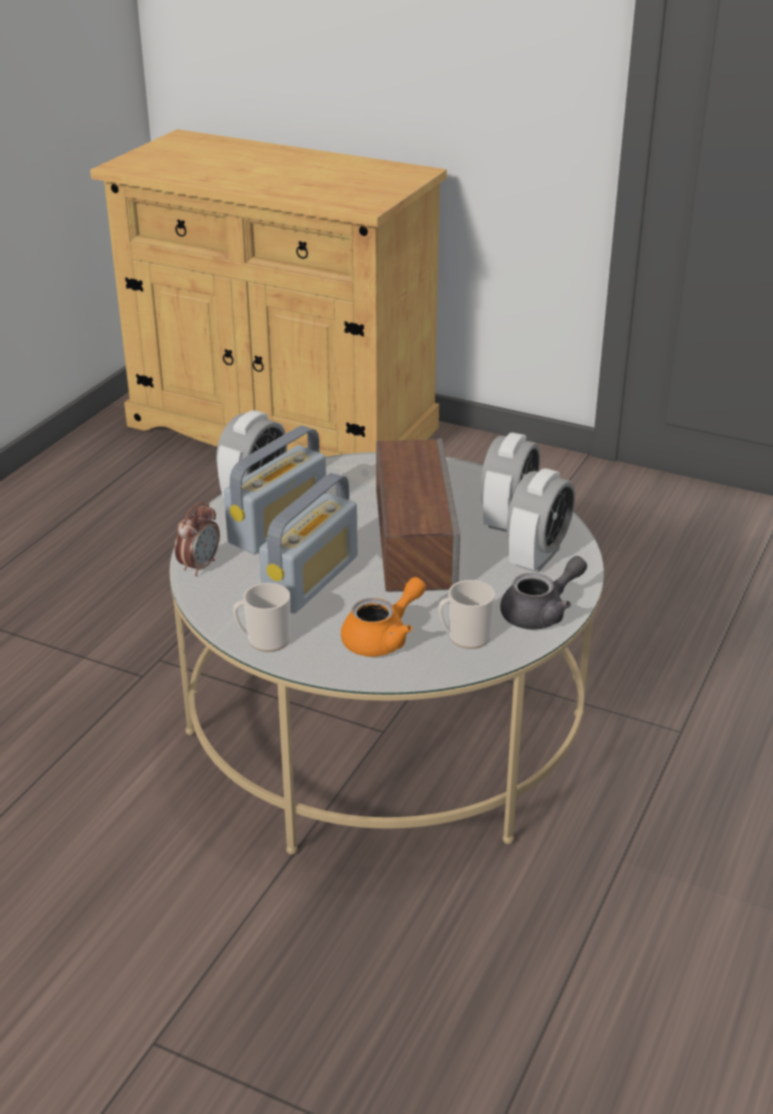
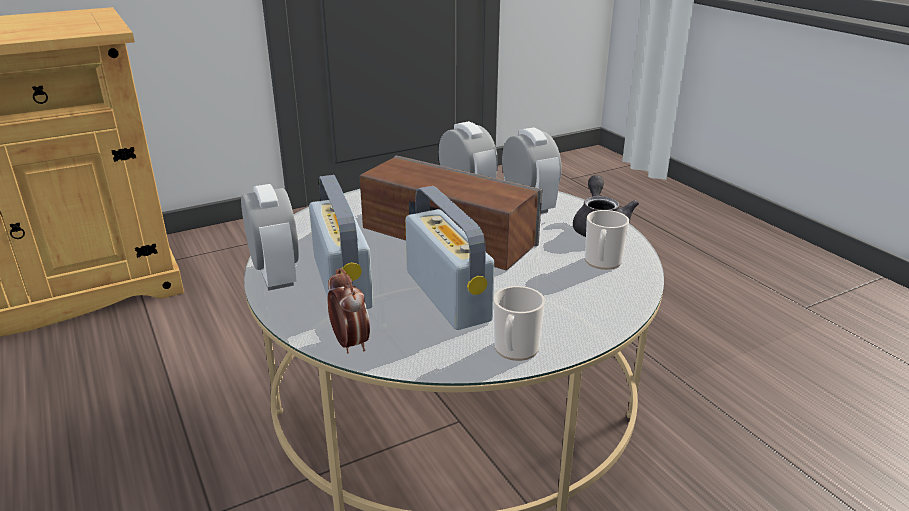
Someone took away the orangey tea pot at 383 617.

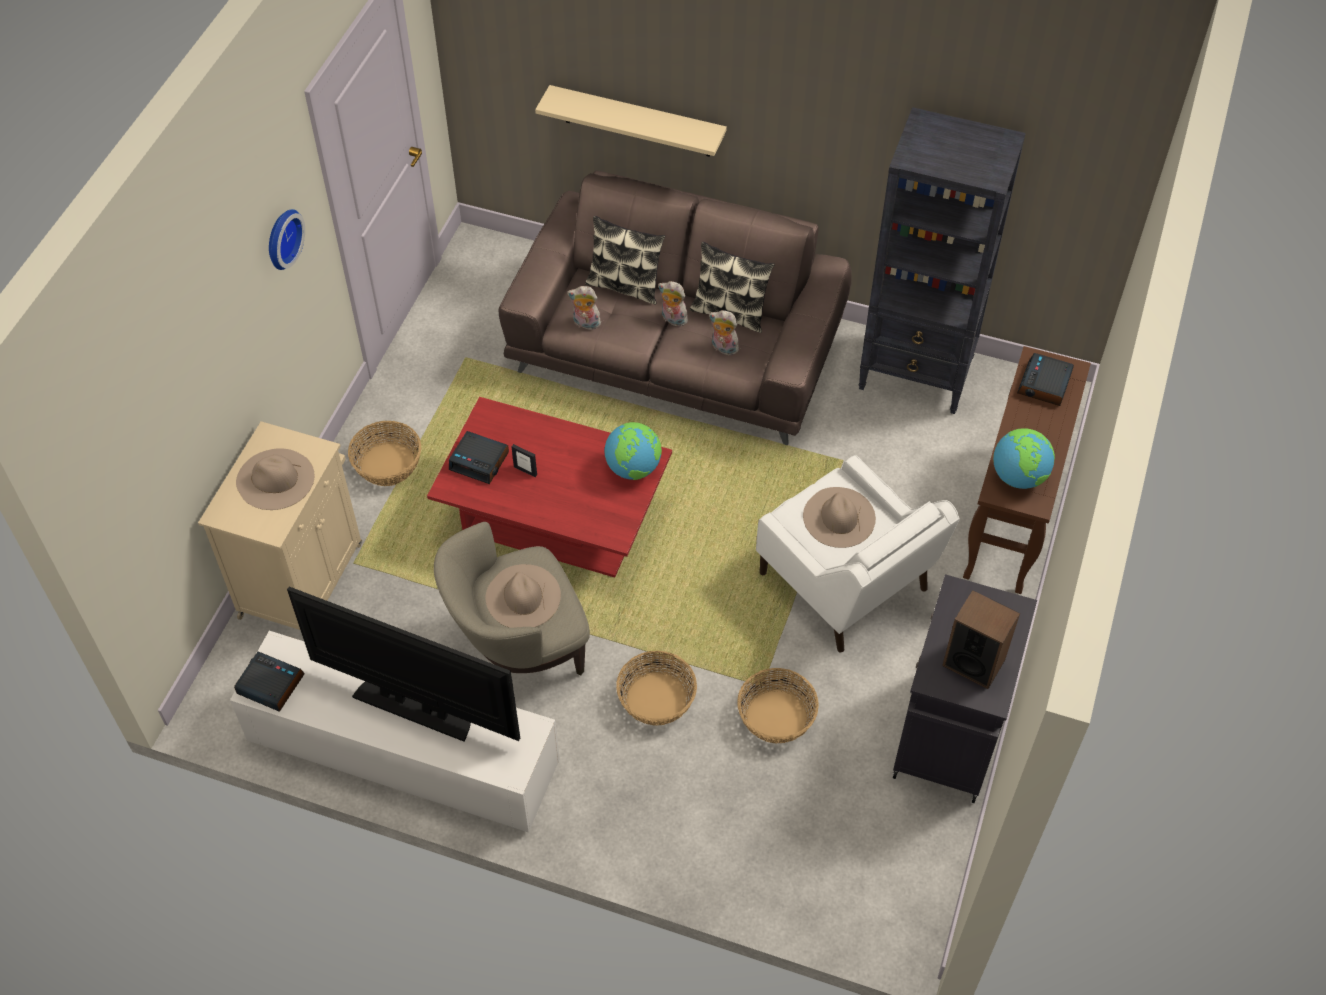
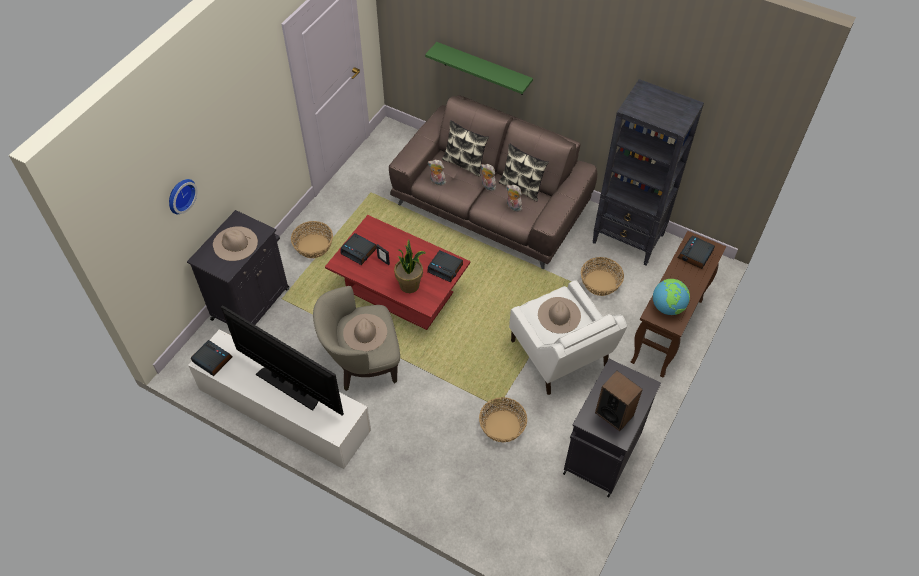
Someone put down the houseplant at 410 266.
Someone carried the wall clock from 287 239 to 183 196.
Someone carried the basket from 656 688 to 602 276.
Someone swapped the world globe at 633 451 for the alarm clock at 445 266.
Someone repainted the beige cabinet at 280 525, which became the black-coloured cabinet at 238 267.
Someone repainted the beige wall shelf at 631 121, which became the green-coloured wall shelf at 479 68.

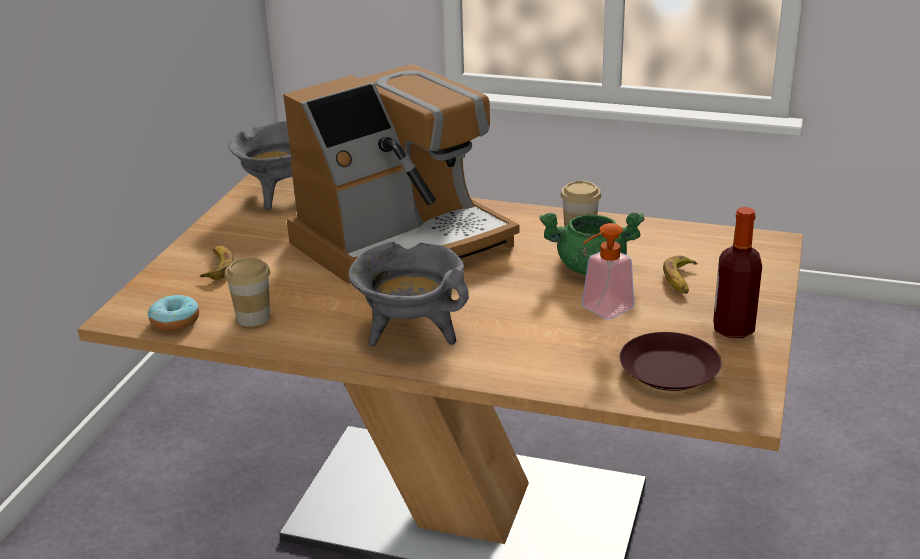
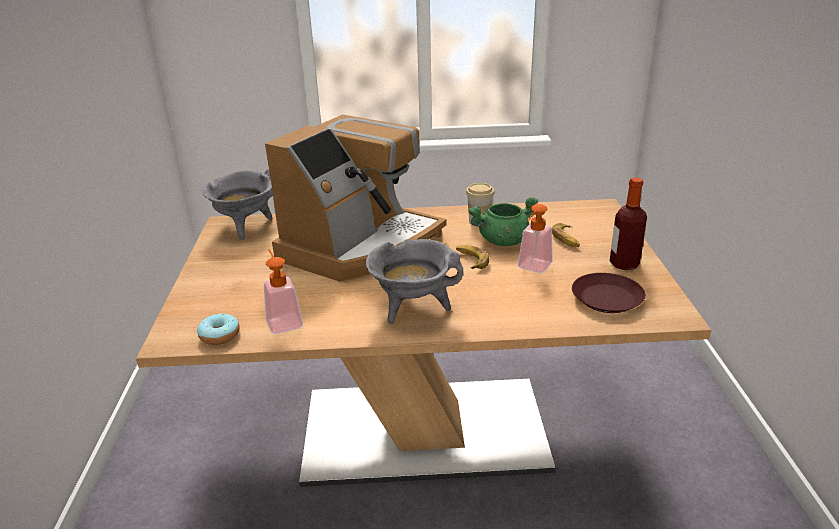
Someone carried the banana fruit from 217 263 to 472 257.
Someone swapped the small cup at 247 292 for the soap dispenser at 283 291.

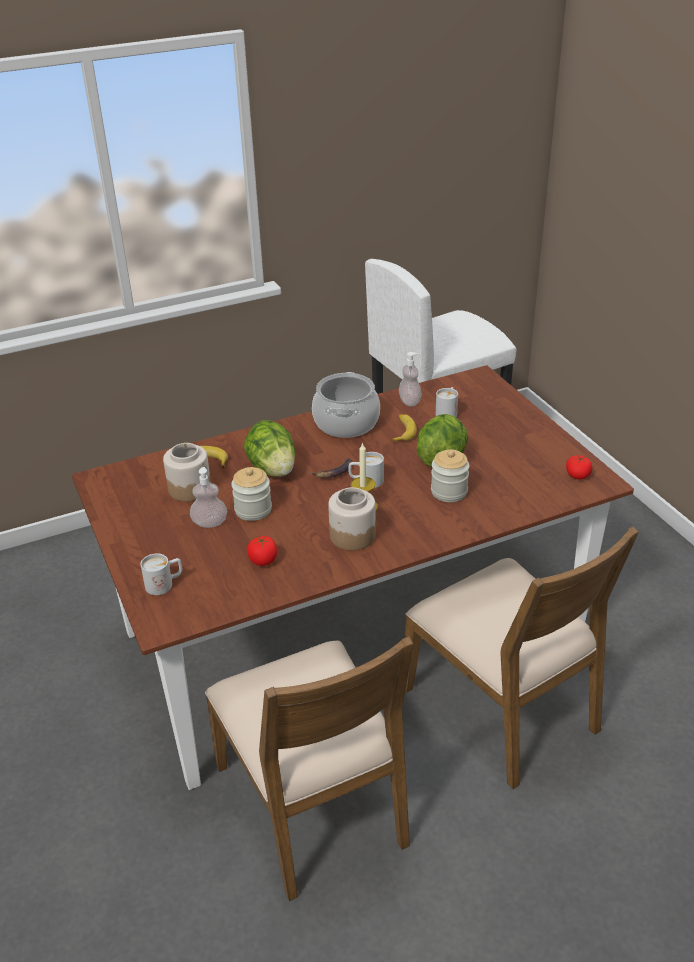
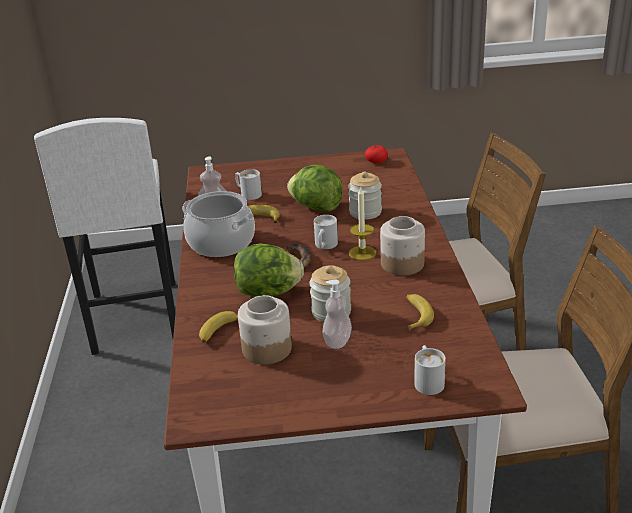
Someone swapped the fresh tomato at 262 551 for the banana fruit at 420 312.

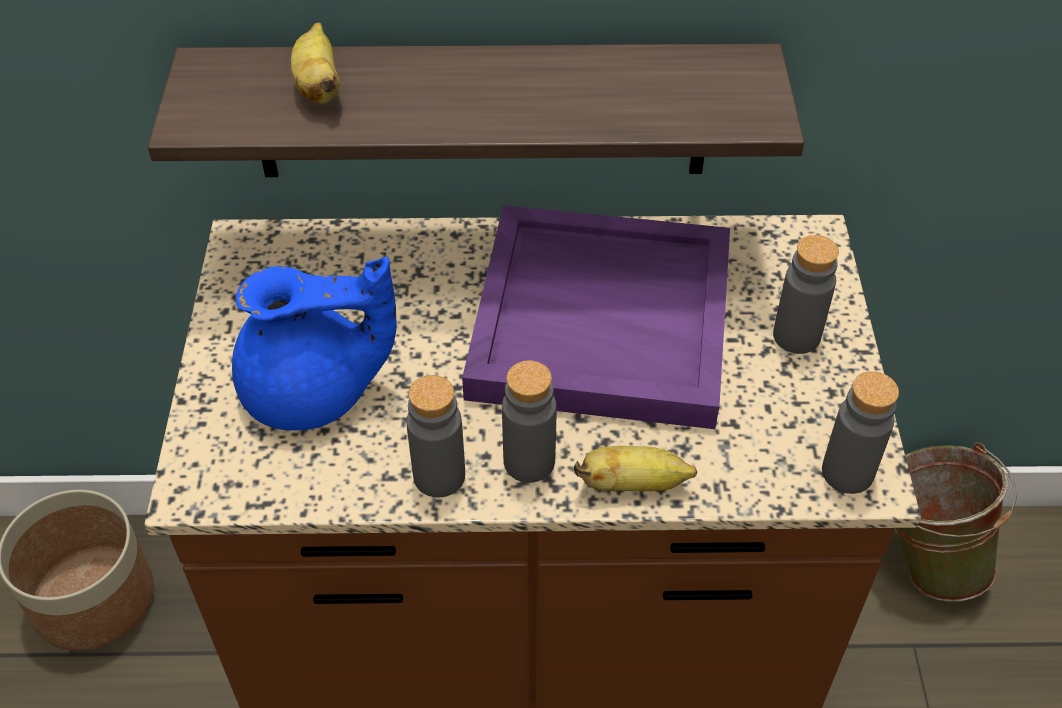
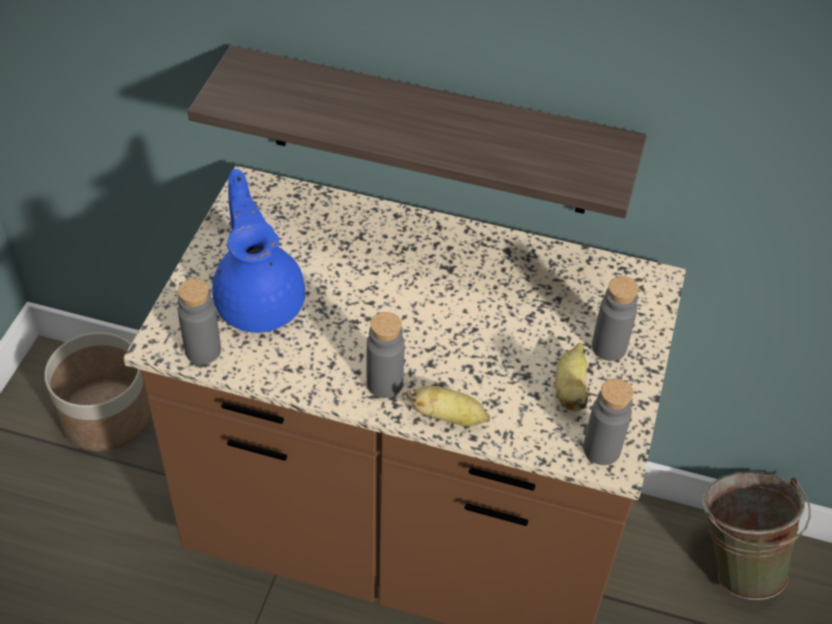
Someone took away the purple-coloured carrying tray at 596 317.
Someone carried the banana fruit from 315 63 to 571 377.
Someone carried the grey bottle from 436 436 to 199 321.
Someone rotated the blue tea pot at 314 343 by 120 degrees counterclockwise.

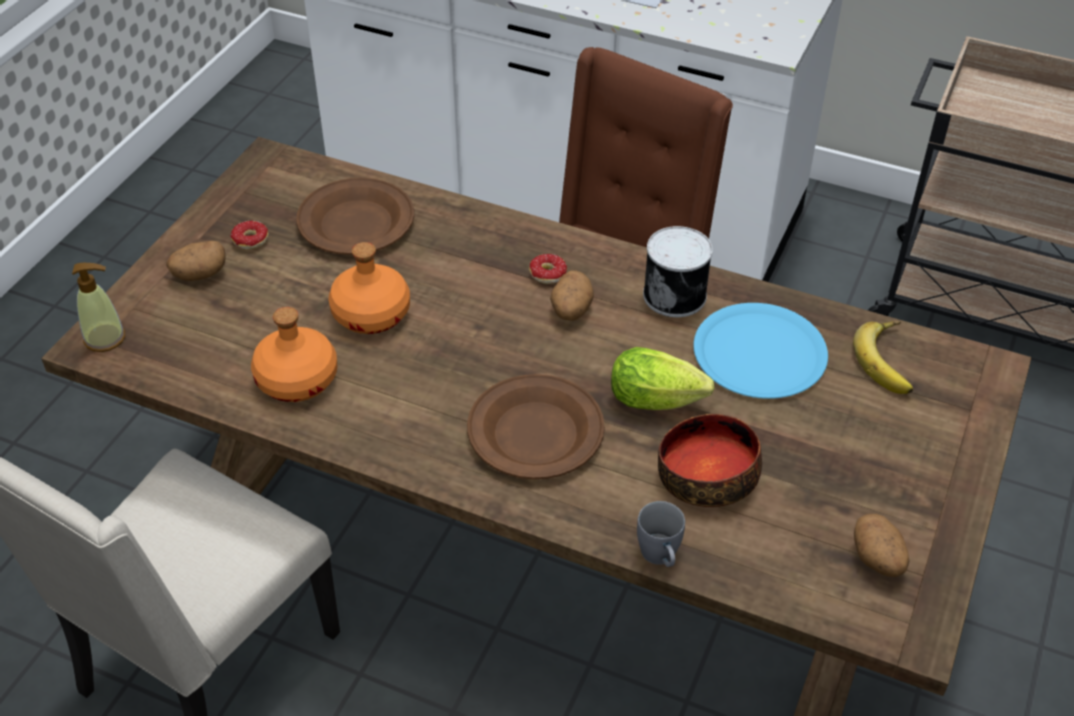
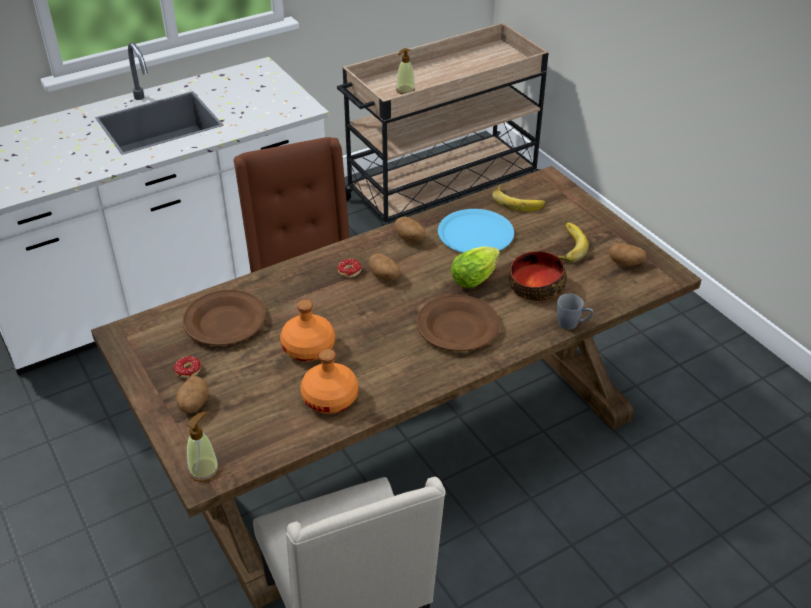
Someone put down the soap dispenser at 405 71.
Someone put down the banana fruit at 573 242.
Someone swapped the metal can at 678 271 for the whole potato at 410 229.

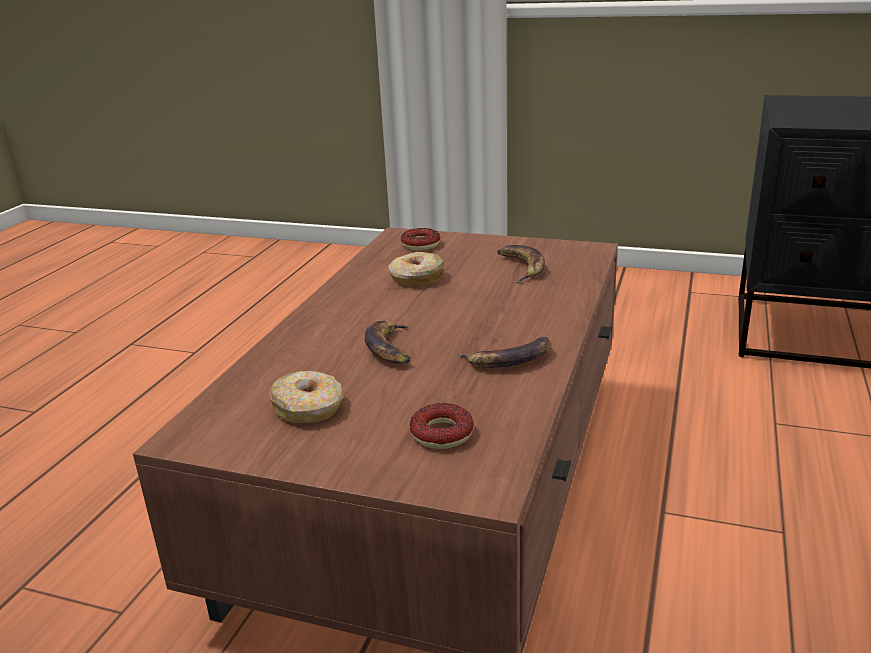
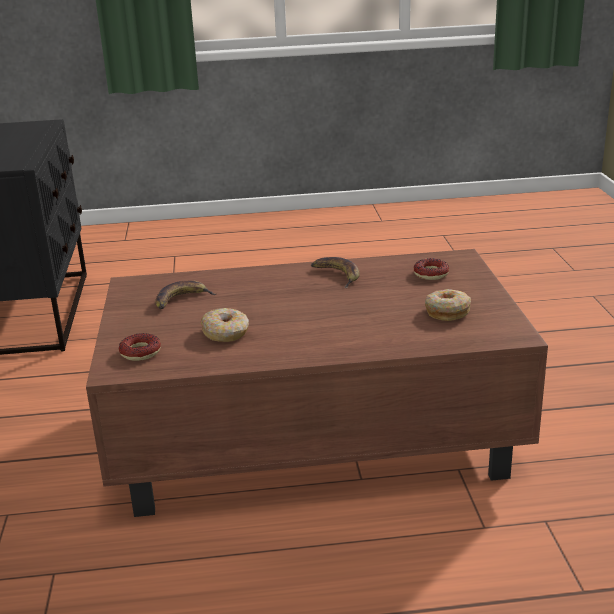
Someone took away the banana fruit at 388 342.

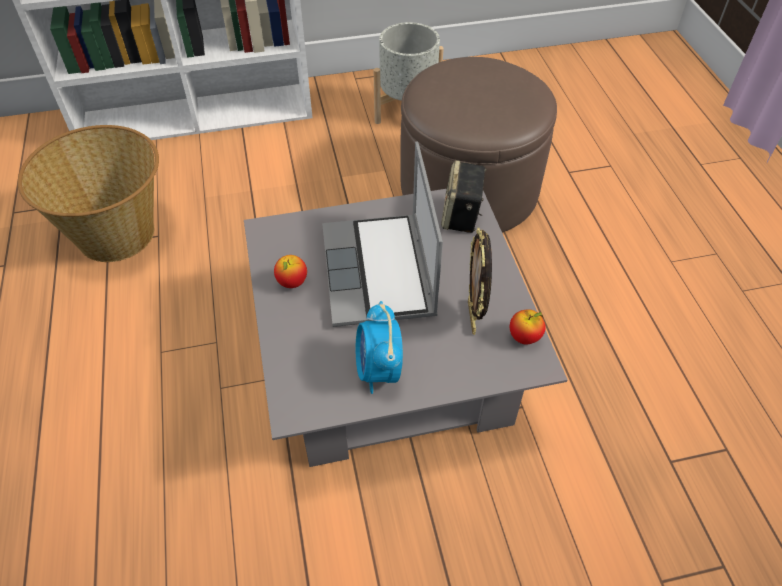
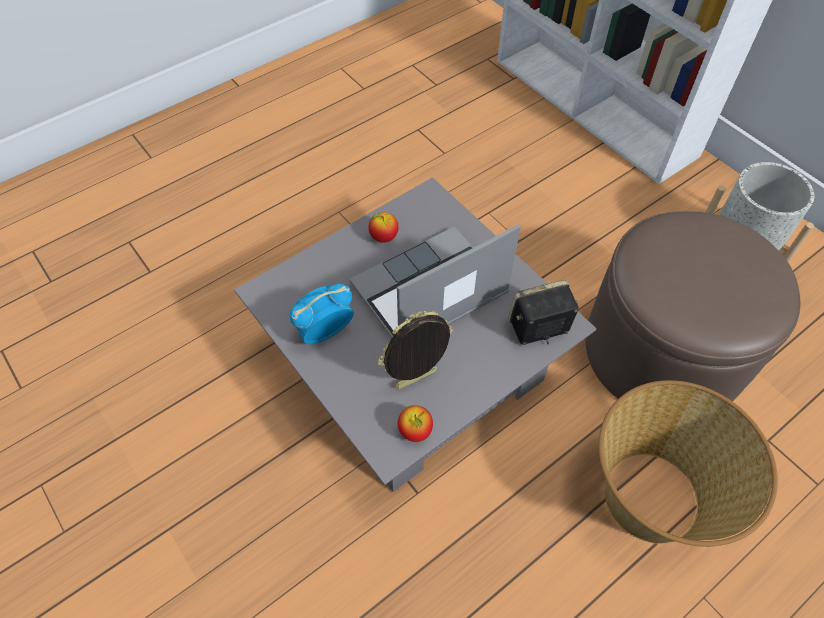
Someone carried the basket from 88 193 to 688 463.

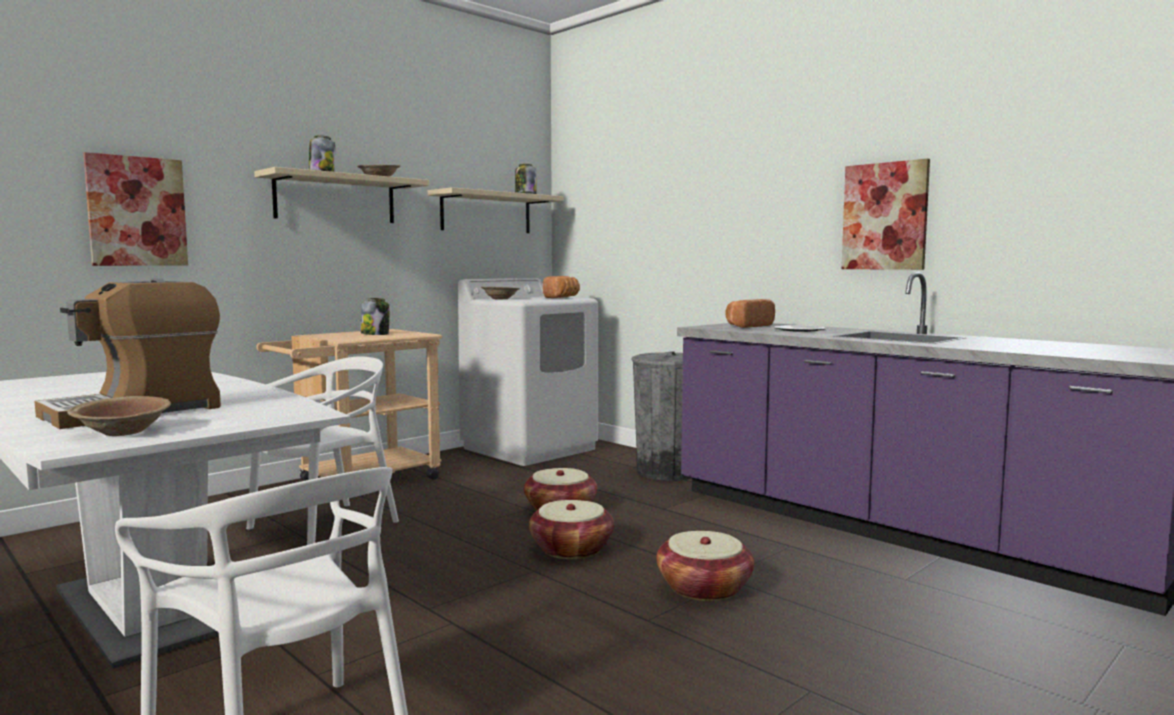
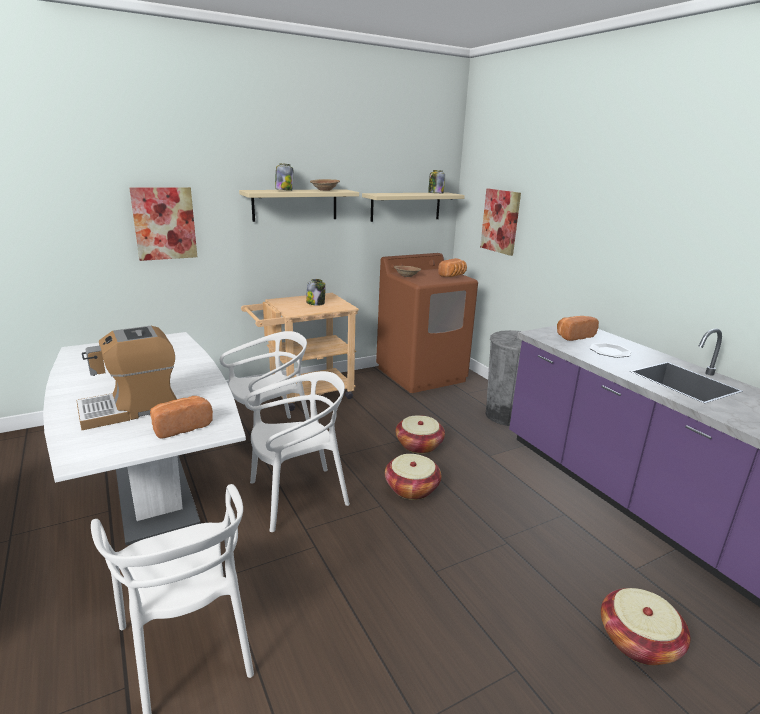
Someone took away the brownish deep dish at 119 416.
Someone put down the bread at 181 417.
Someone put down the white upright chair at 297 451.
Someone carried the basket from 705 566 to 645 626.
Someone carried the wall picture from 885 214 to 500 222.
Someone repainted the white washing machine at 528 372, which became the brownish washing machine at 427 323.

